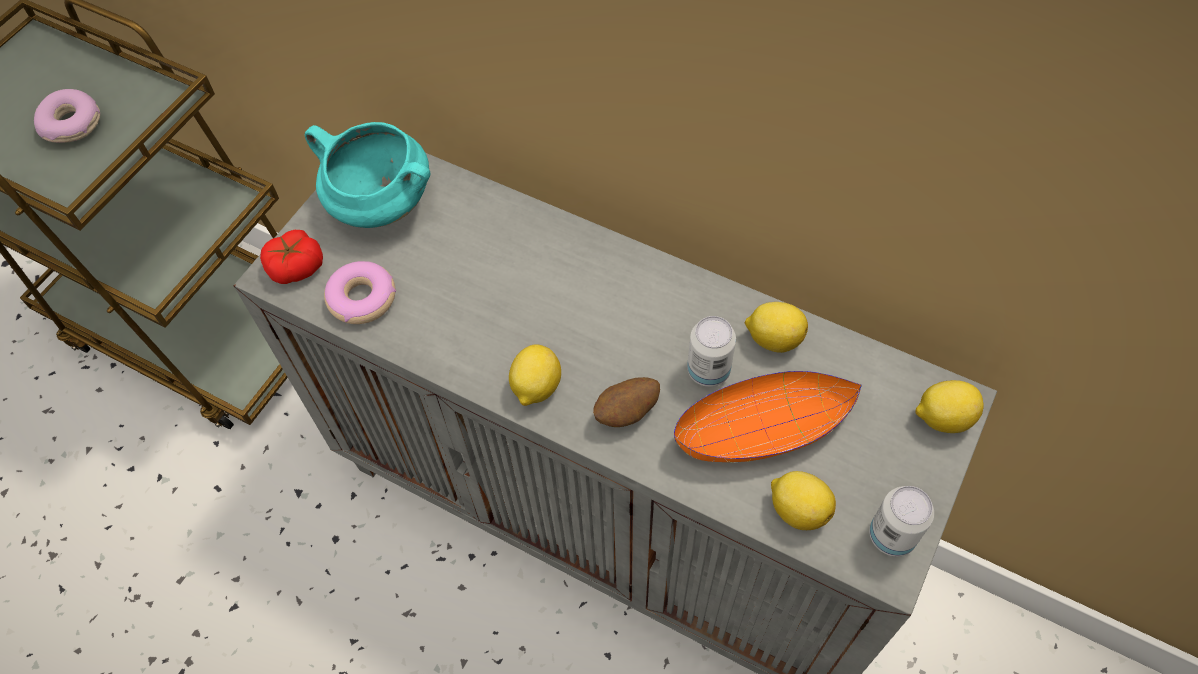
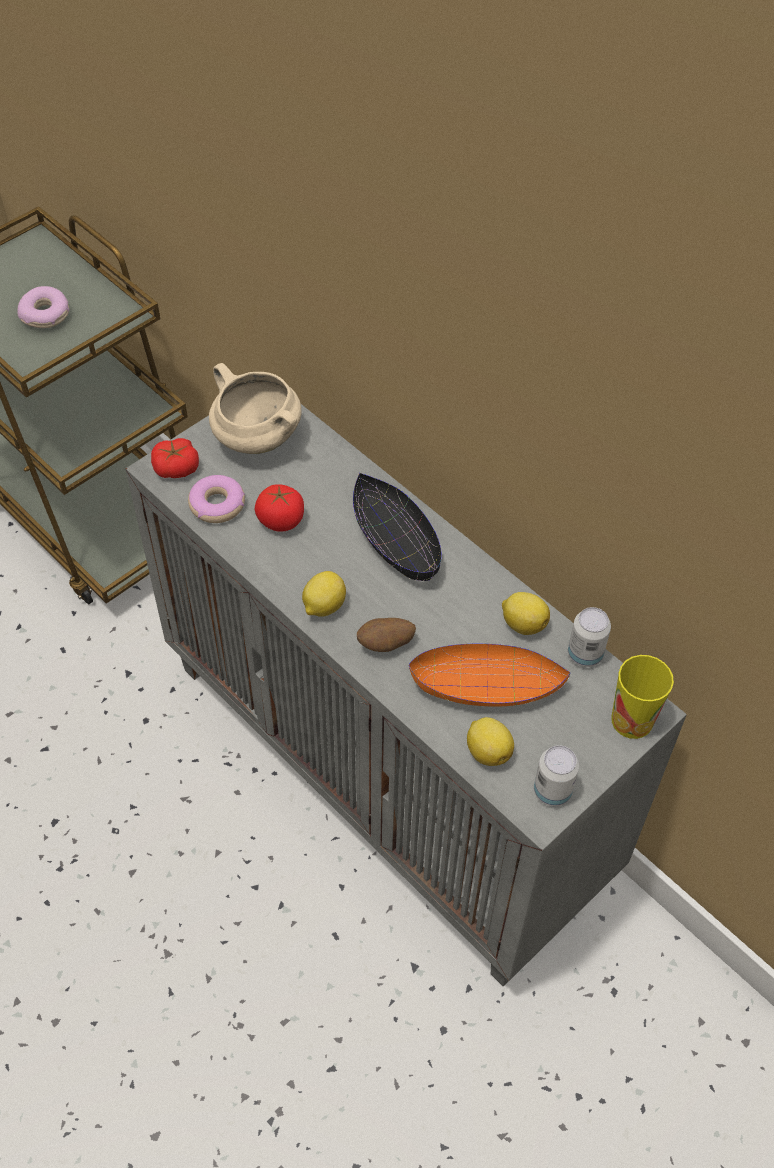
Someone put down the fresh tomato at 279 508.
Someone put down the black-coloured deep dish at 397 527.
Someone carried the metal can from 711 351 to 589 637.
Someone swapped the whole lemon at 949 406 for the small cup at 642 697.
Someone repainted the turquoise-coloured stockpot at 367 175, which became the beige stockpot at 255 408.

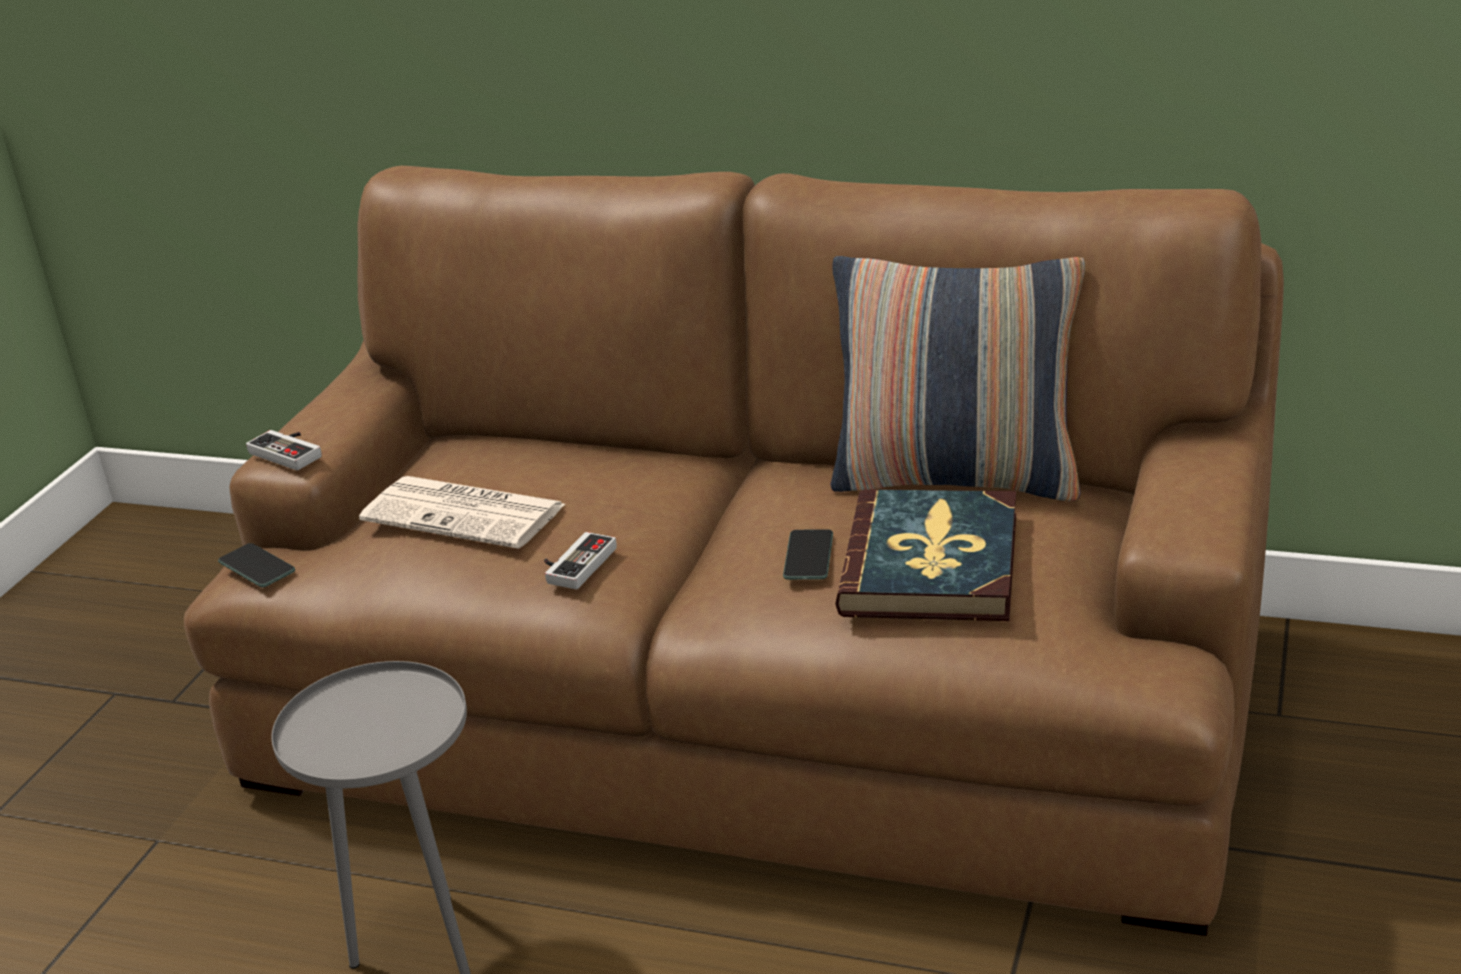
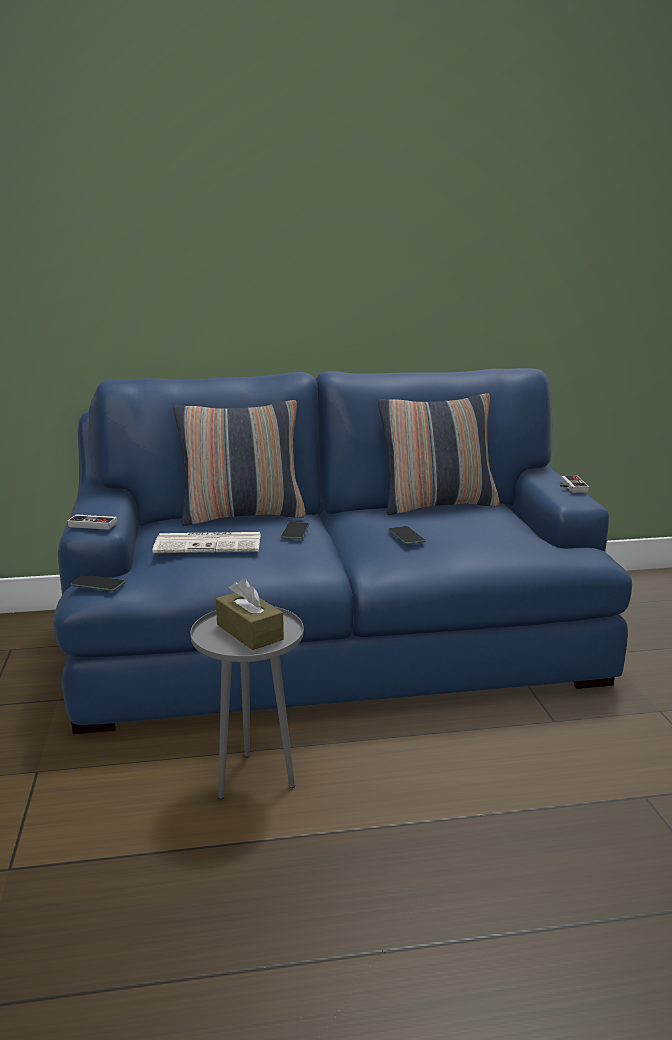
Someone took away the bound book at 925 555.
Someone put down the pillow at 240 463.
Someone put down the brownish tissue holder at 250 614.
Someone put down the phone at 295 530.
Someone carried the gamepad from 580 560 to 574 484.
Someone repainted the brownish settee at 734 551, which became the blue settee at 342 551.

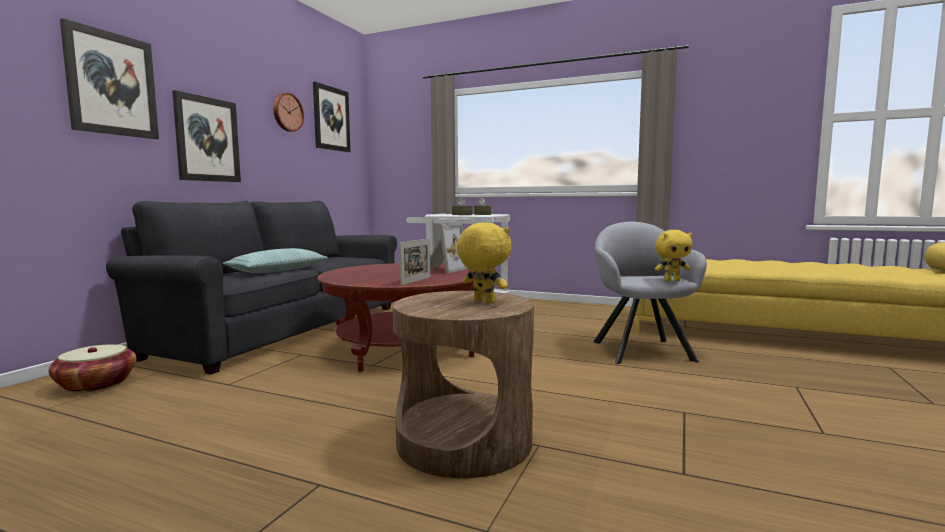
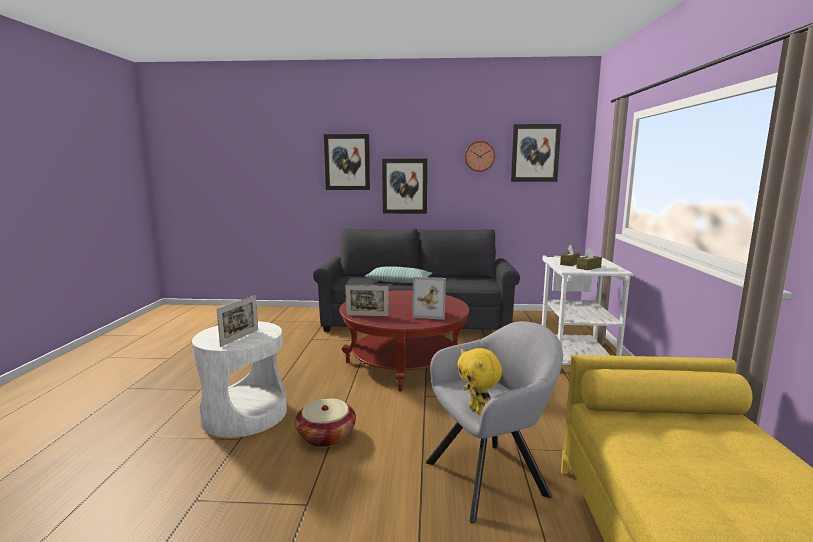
Someone carried the basket from 92 368 to 325 422.
Someone swapped the yellow plush toy at 484 262 for the picture frame at 237 321.
Someone repainted the brownish accent table at 463 384, which became the white accent table at 239 379.

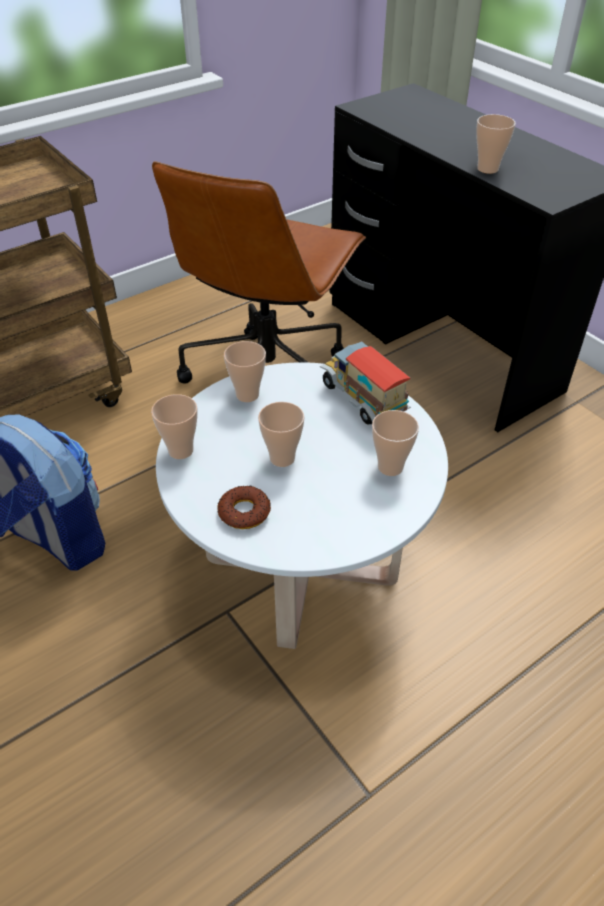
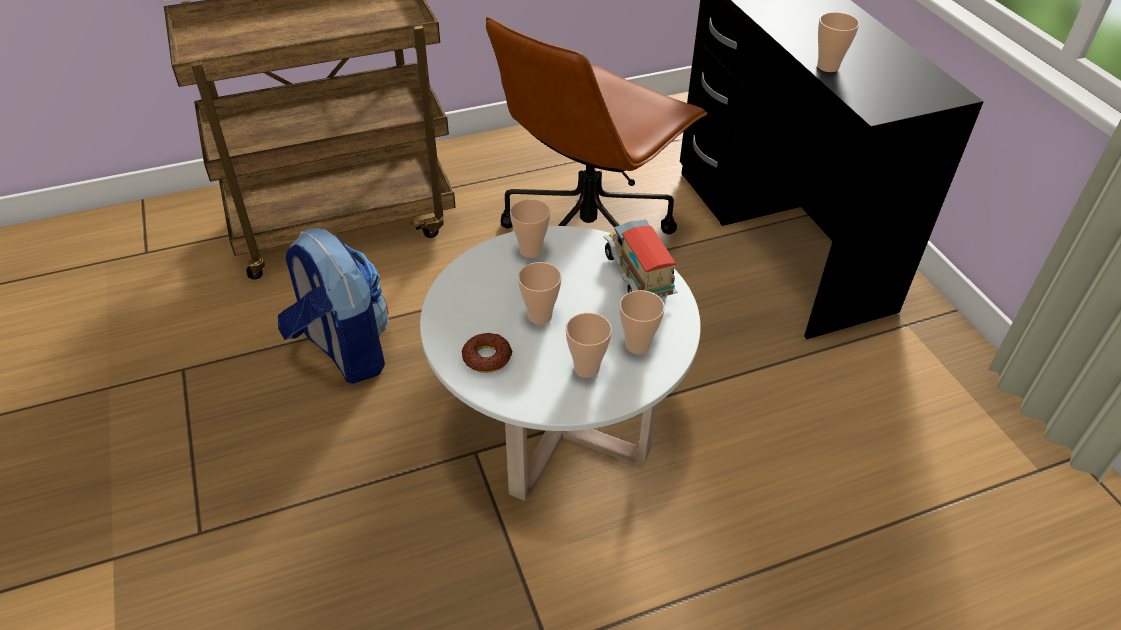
Someone carried the small cup from 174 426 to 589 345.

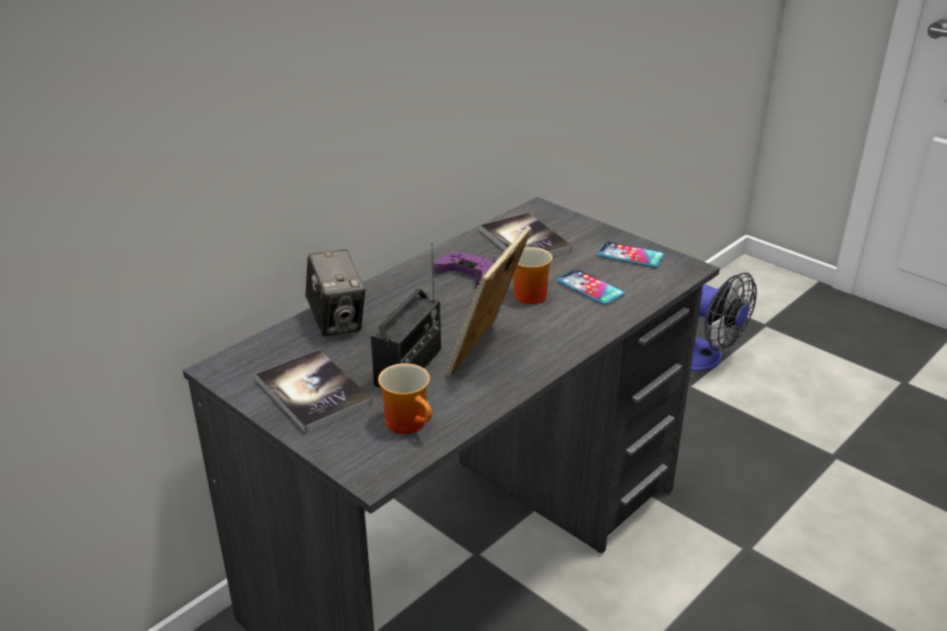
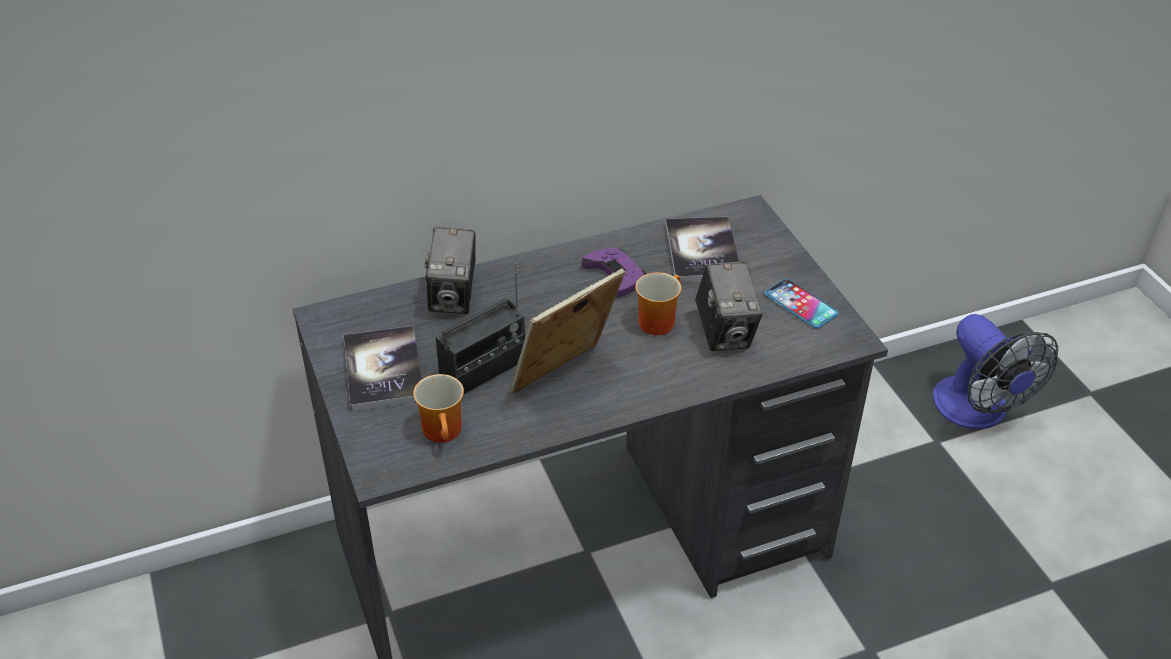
Someone swapped the phone at 591 287 for the photo camera at 729 306.

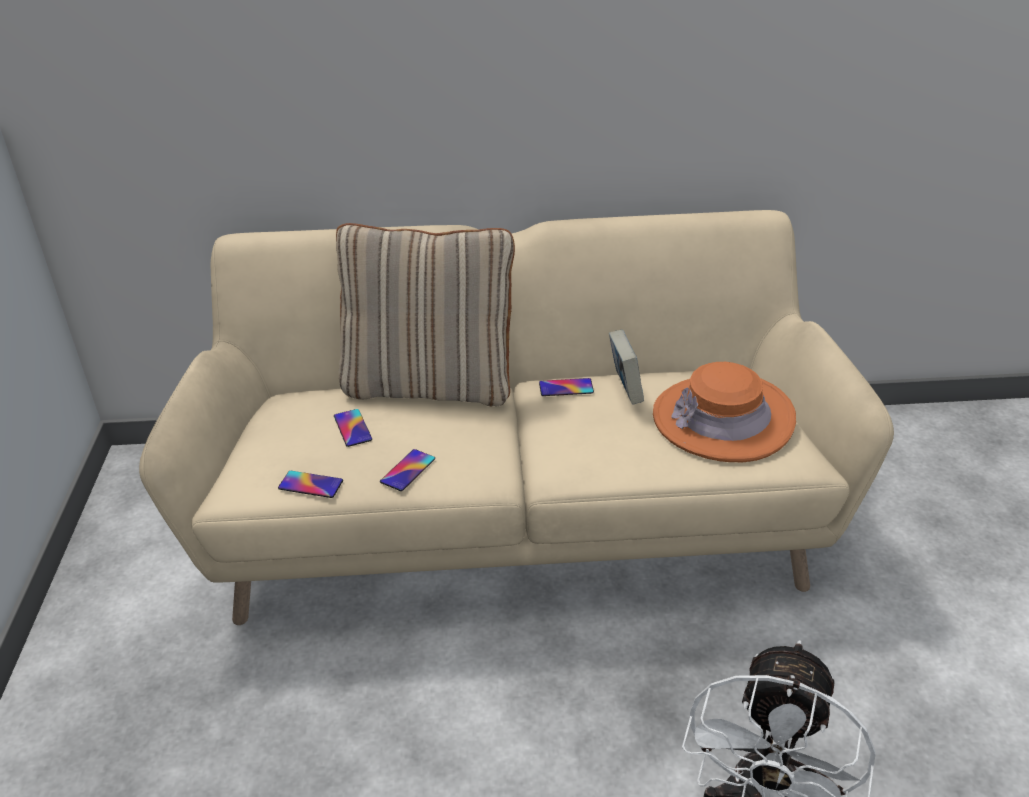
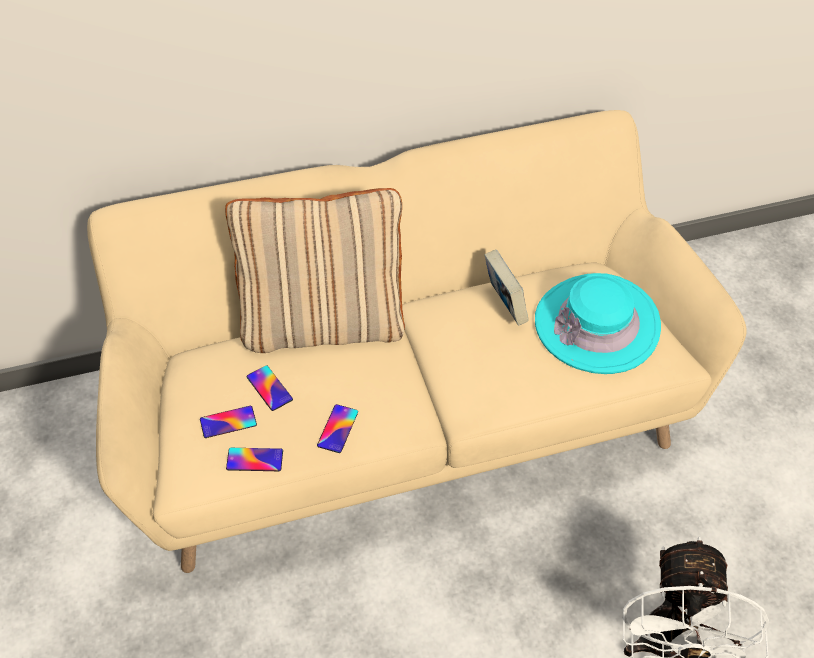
Someone carried the phone from 566 387 to 228 422.
Someone repainted the orangey wearable hat at 724 412, which became the turquoise-coloured wearable hat at 598 323.

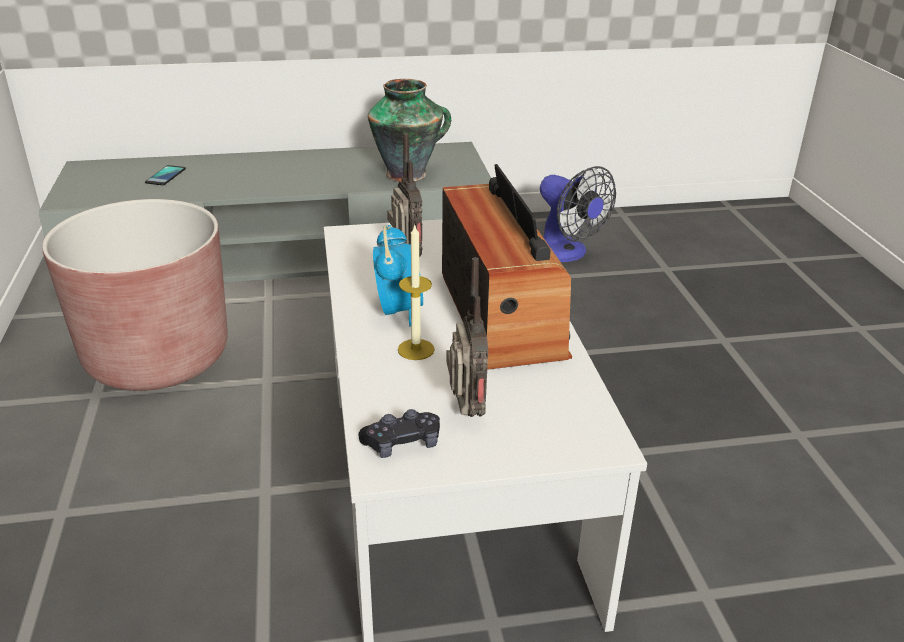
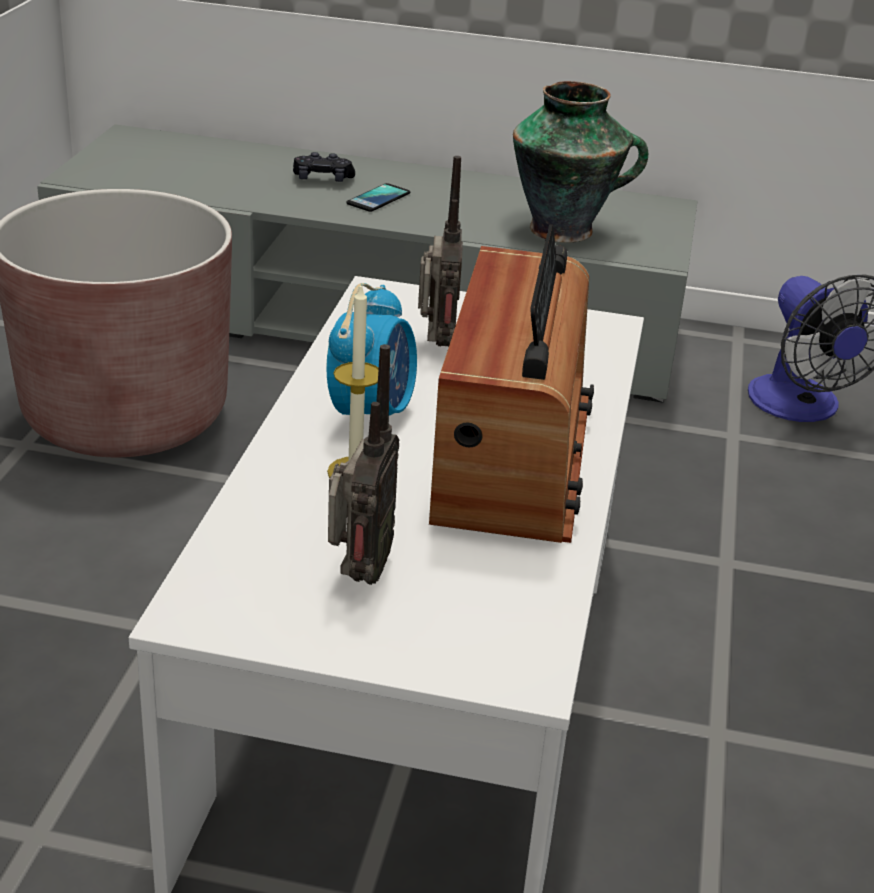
Someone carried the phone from 165 175 to 378 197.
Someone carried the black-coloured gamepad from 399 433 to 324 167.

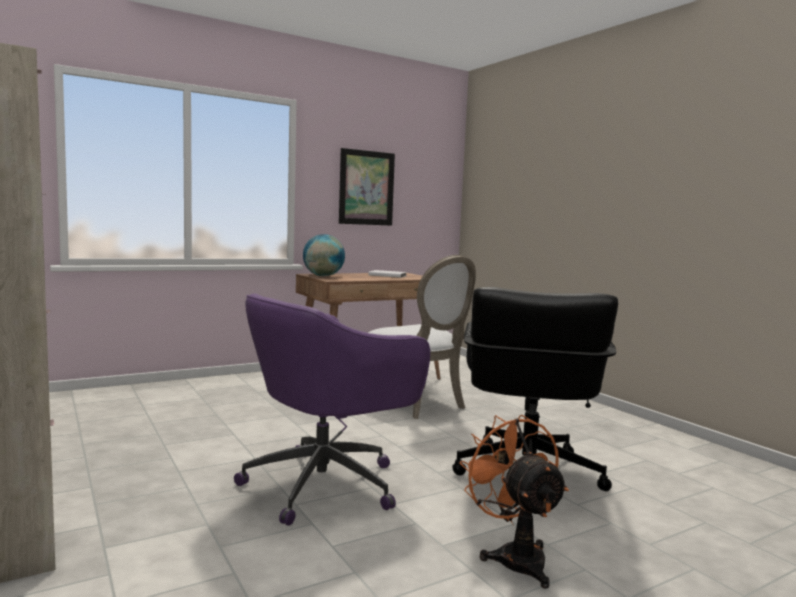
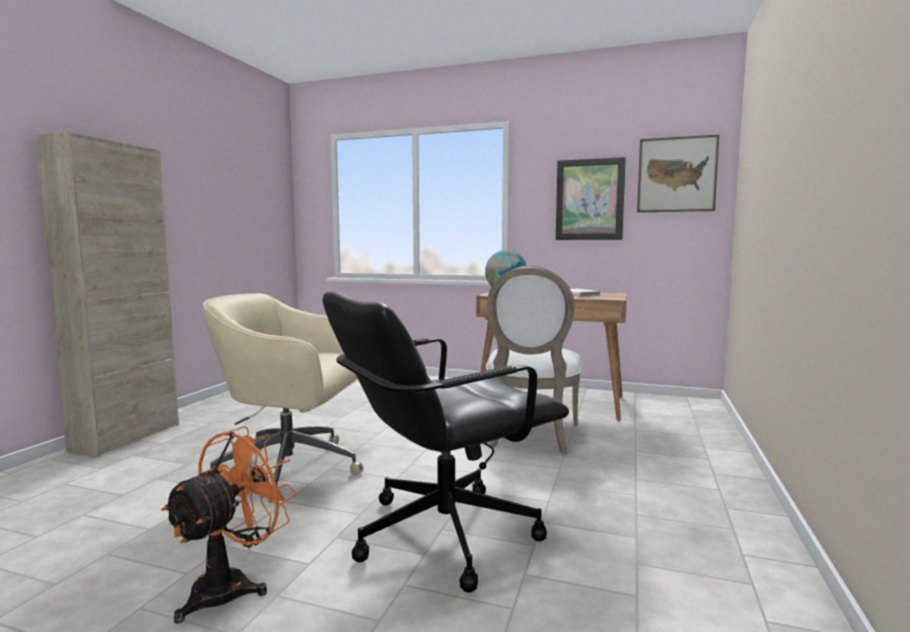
Someone put up the wall picture at 678 174.
Someone repainted the purple-coloured computer chair at 332 409, which became the beige computer chair at 283 398.

